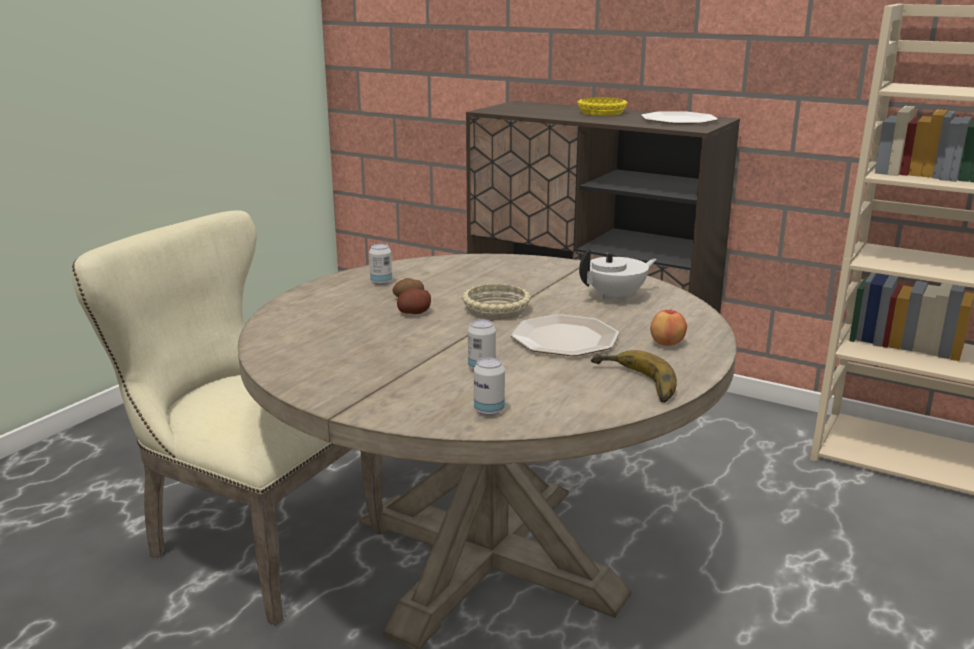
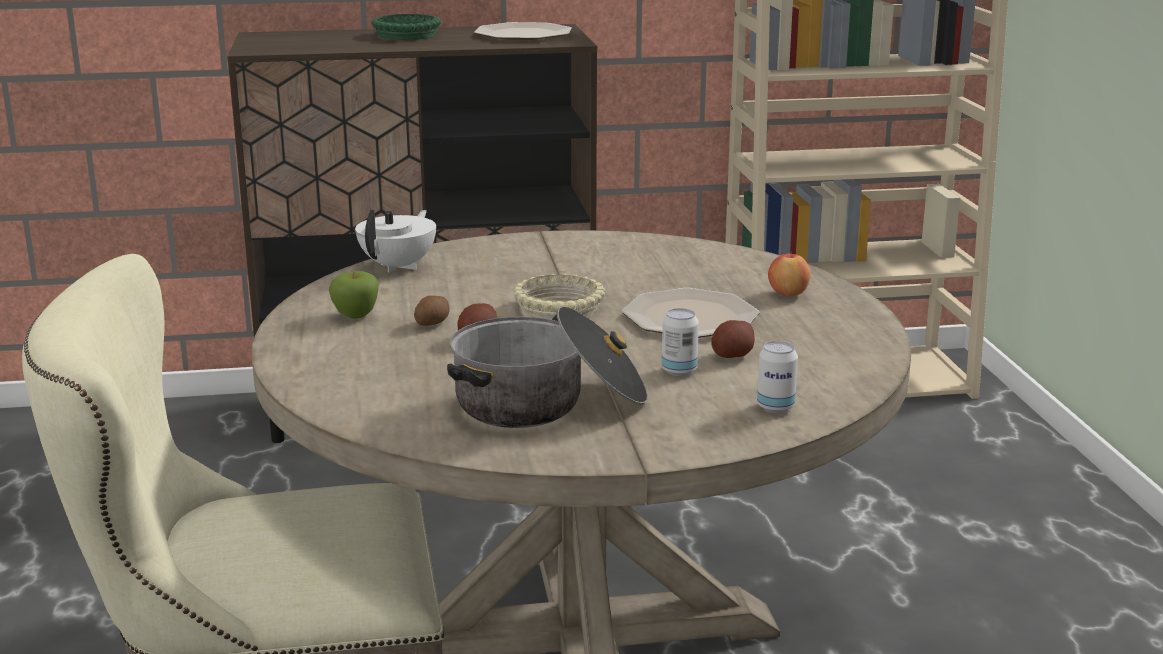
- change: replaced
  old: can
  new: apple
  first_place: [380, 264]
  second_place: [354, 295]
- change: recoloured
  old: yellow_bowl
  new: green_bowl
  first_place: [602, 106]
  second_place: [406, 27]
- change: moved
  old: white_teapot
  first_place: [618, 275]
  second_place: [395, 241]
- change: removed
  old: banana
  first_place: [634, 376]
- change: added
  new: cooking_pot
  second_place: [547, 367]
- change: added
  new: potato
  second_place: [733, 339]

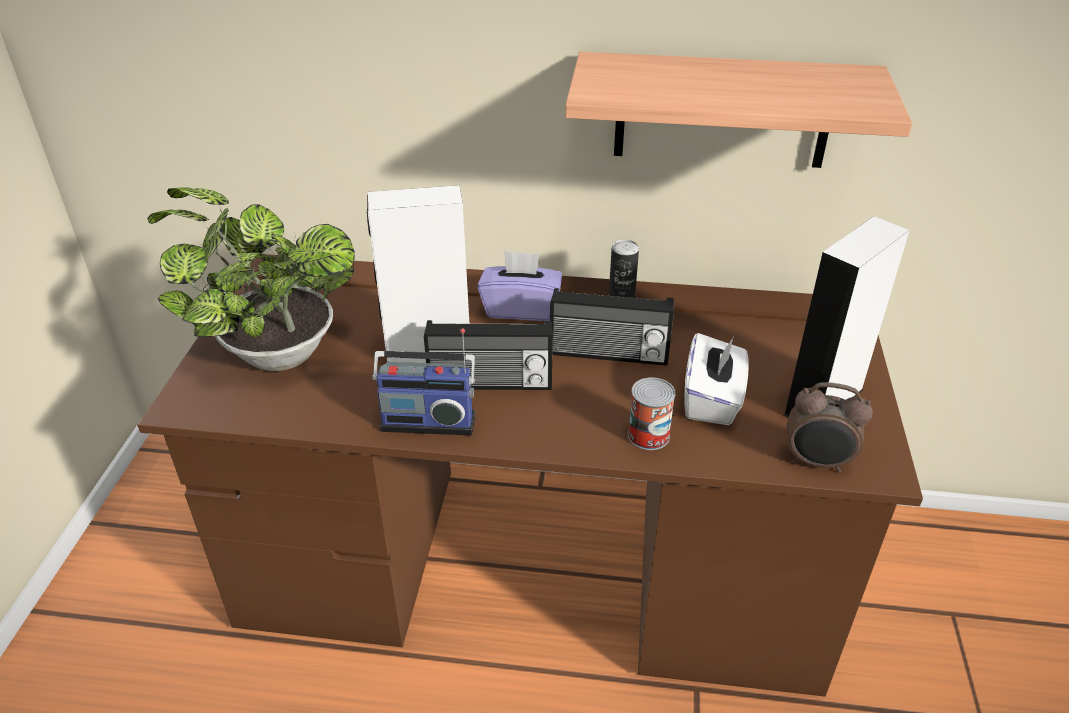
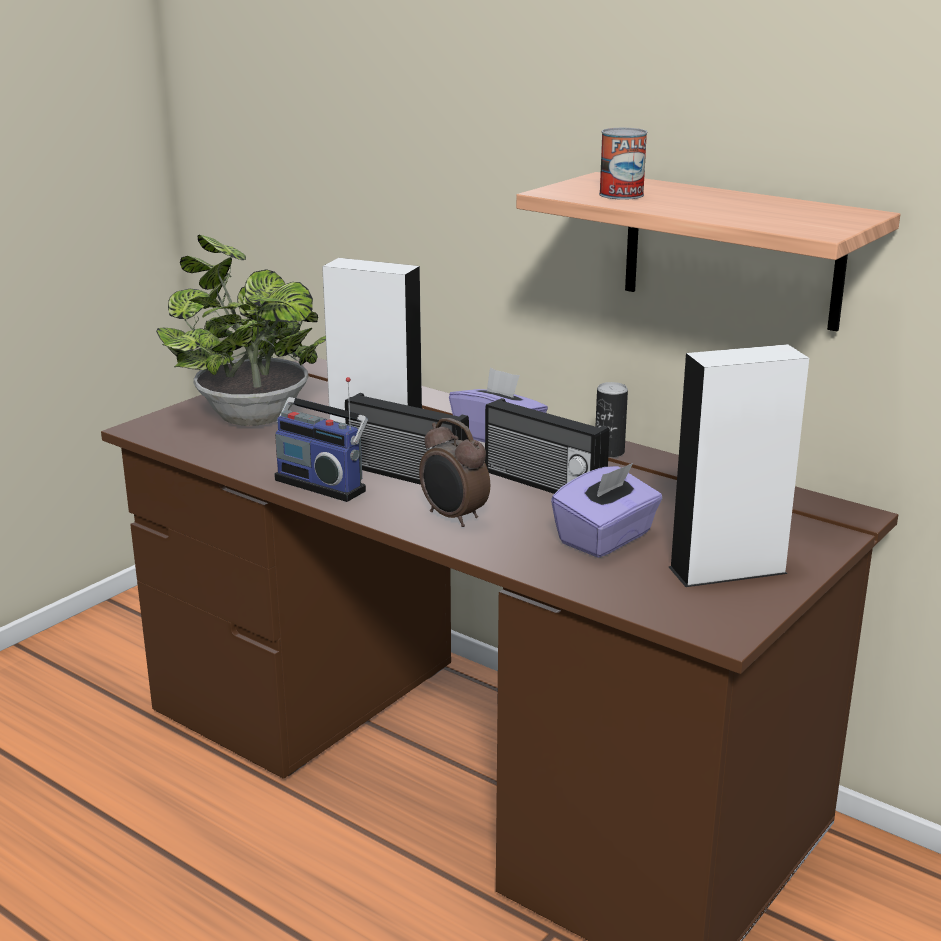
- change: moved
  old: can
  first_place: [652, 413]
  second_place: [623, 164]
- change: recoloured
  old: white_tissue_box
  new: purple_tissue_box
  first_place: [716, 379]
  second_place: [606, 510]
- change: moved
  old: alarm_clock
  first_place: [829, 427]
  second_place: [454, 472]

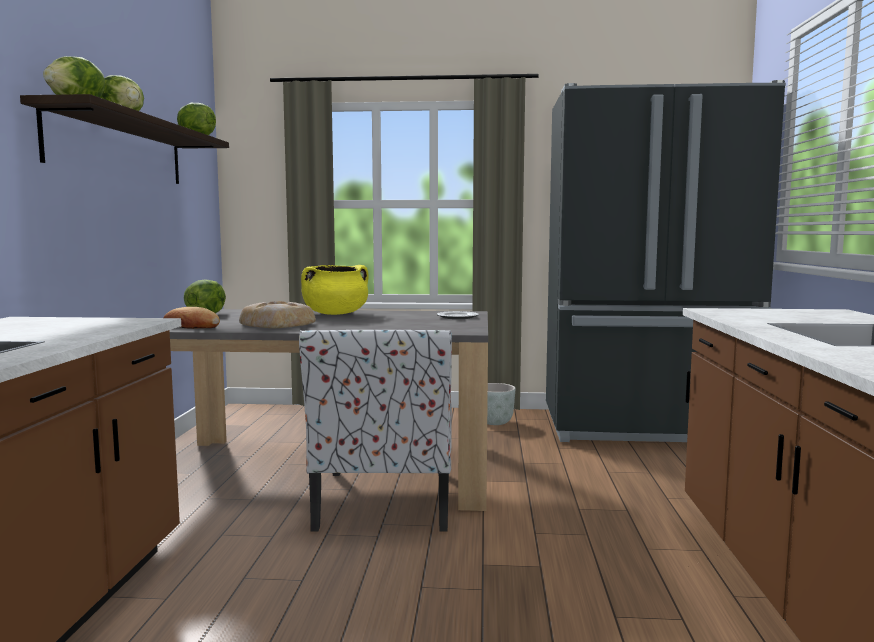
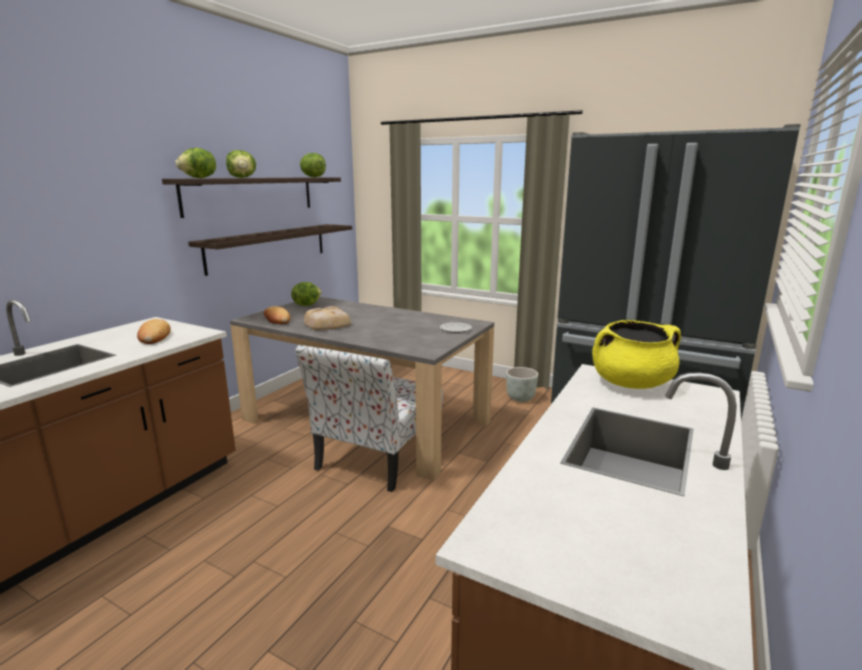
- change: moved
  old: yellow_cooking_pot
  first_place: [335, 290]
  second_place: [636, 354]
- change: added
  new: bread
  second_place: [154, 331]
- change: added
  new: shelf
  second_place: [270, 250]

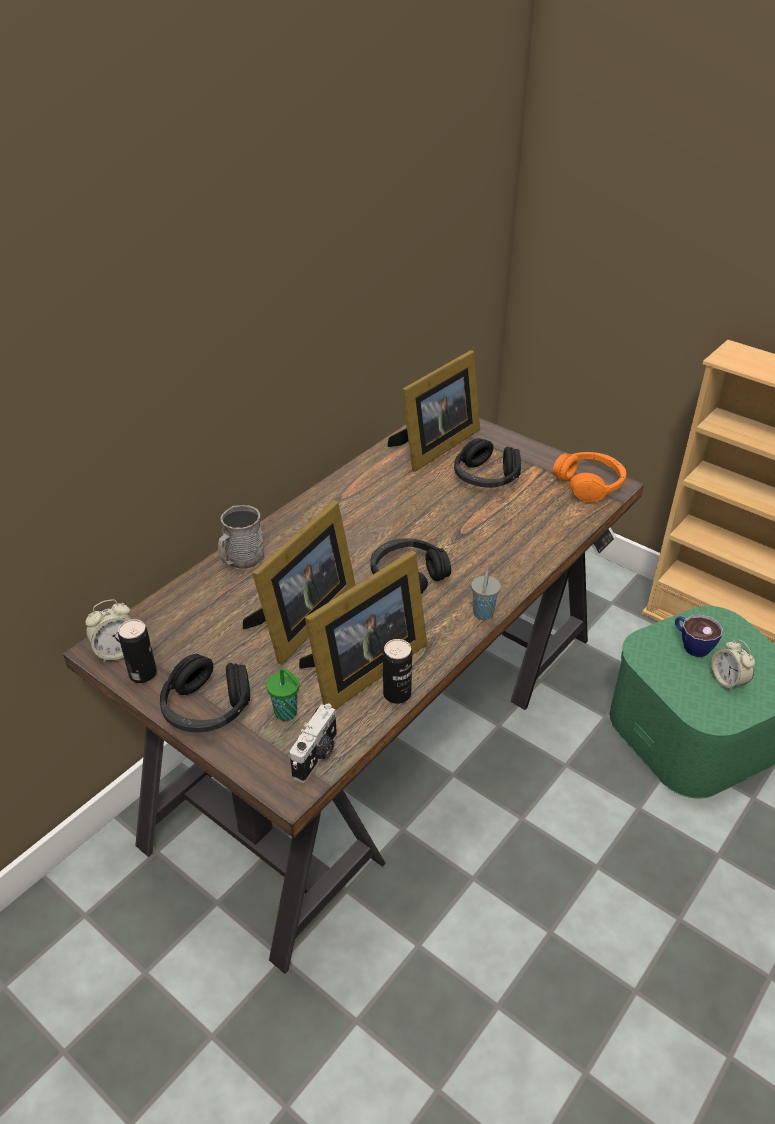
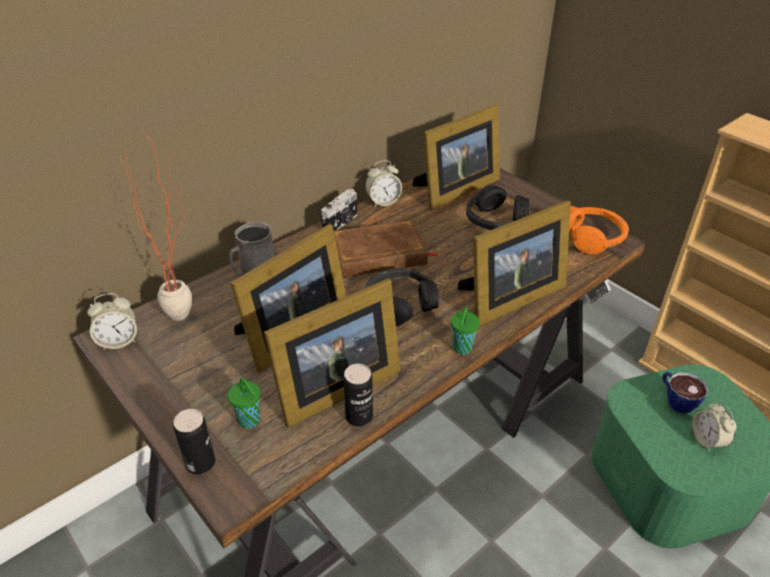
- change: moved
  old: can
  first_place: [137, 651]
  second_place: [194, 441]
- change: removed
  old: black_headphones
  first_place: [205, 693]
- change: moved
  old: photo_camera
  first_place: [313, 743]
  second_place: [339, 210]
- change: recoloured
  old: grey_cup
  new: green_cup
  first_place: [486, 595]
  second_place: [465, 331]
- change: added
  new: potted_plant
  second_place: [156, 227]
- change: added
  new: brown_book
  second_place: [386, 248]
- change: added
  new: alarm_clock
  second_place: [383, 183]
- change: added
  new: picture_frame
  second_place: [514, 263]

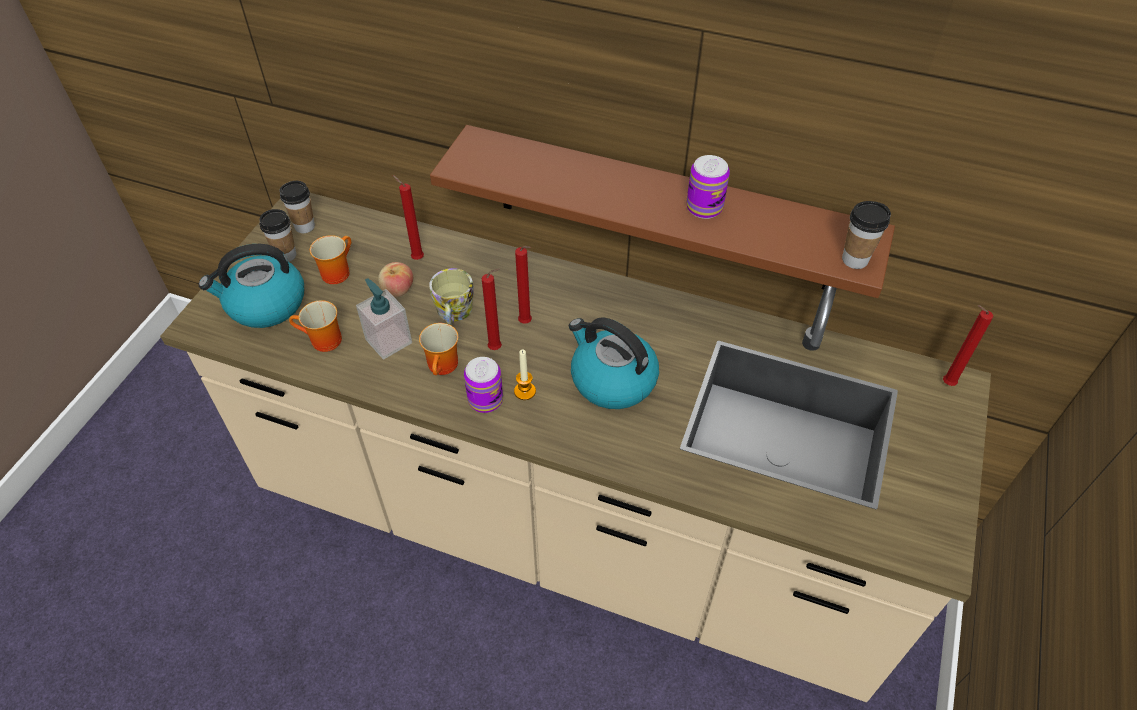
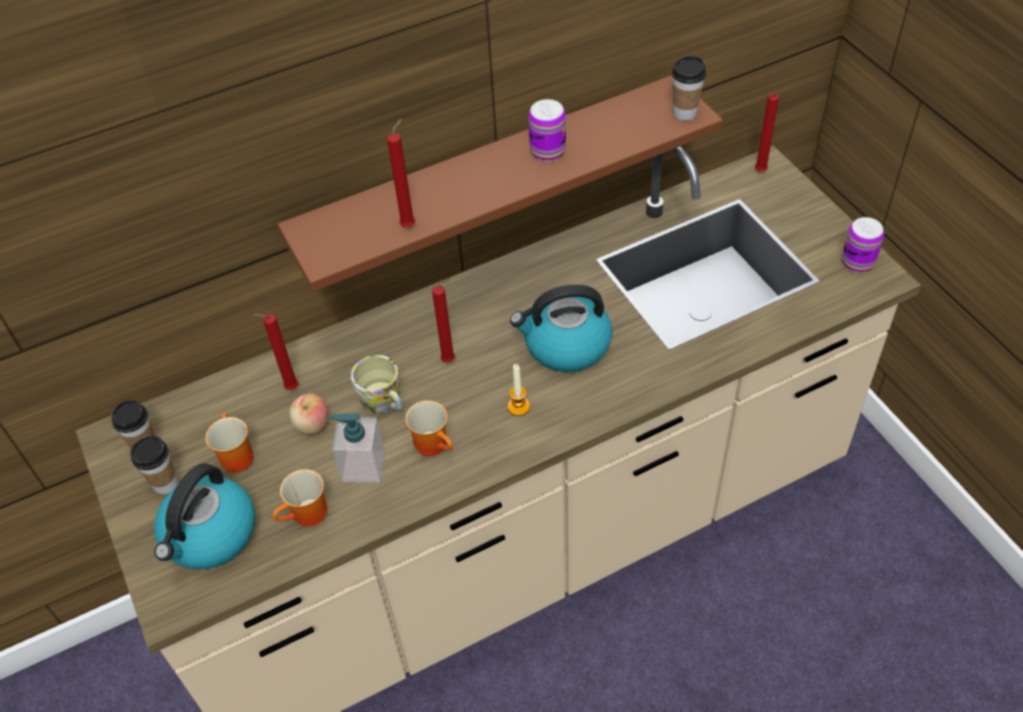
- change: moved
  old: can
  first_place: [483, 385]
  second_place: [863, 244]
- change: moved
  old: red_candle
  first_place: [492, 309]
  second_place: [401, 173]

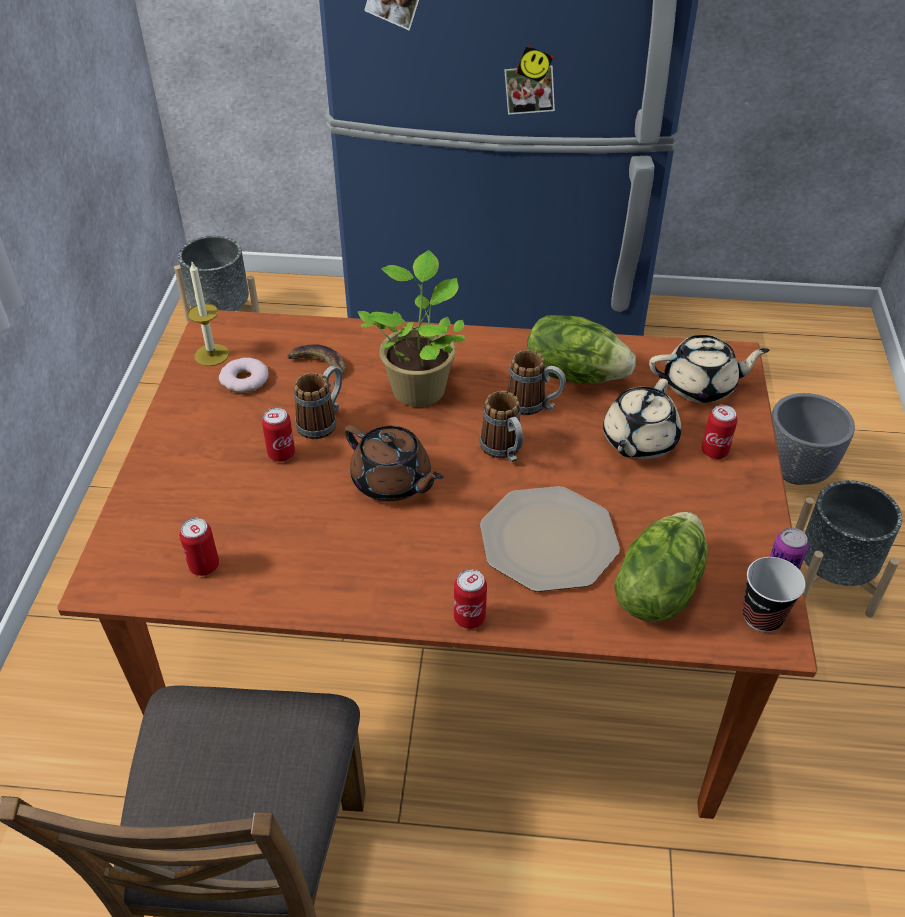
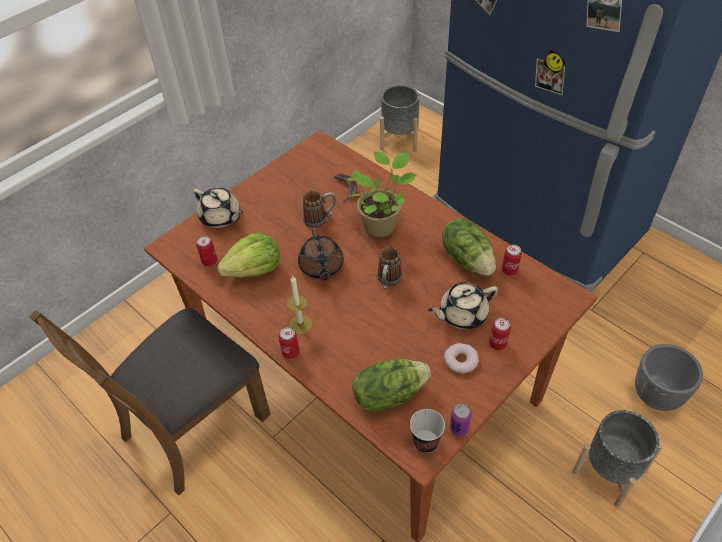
- change: moved
  old: candle
  first_place: [208, 314]
  second_place: [300, 305]
- change: moved
  old: donut
  first_place: [244, 375]
  second_place: [461, 358]
- change: moved
  old: can
  first_place: [278, 434]
  second_place: [512, 260]
- change: removed
  old: plate
  first_place: [550, 539]
- change: removed
  old: mug
  first_place: [536, 382]
- change: moved
  old: beige_teapot
  first_place: [709, 369]
  second_place: [218, 208]
- change: added
  new: lettuce
  second_place: [248, 255]

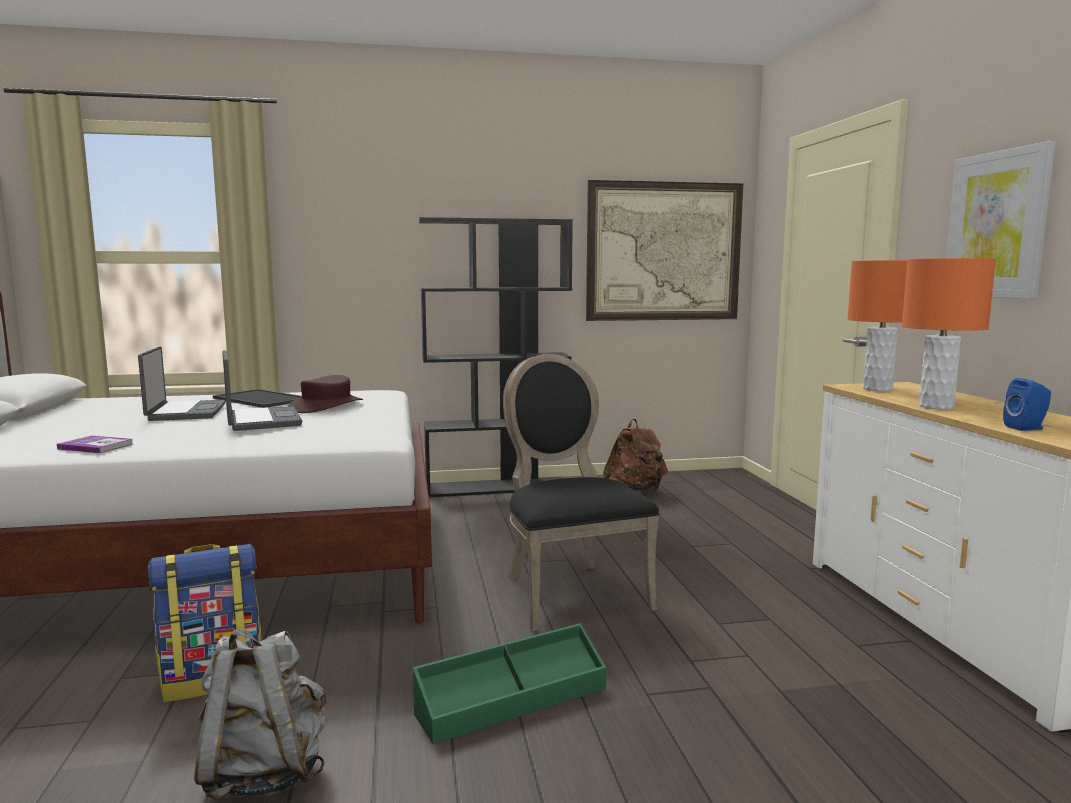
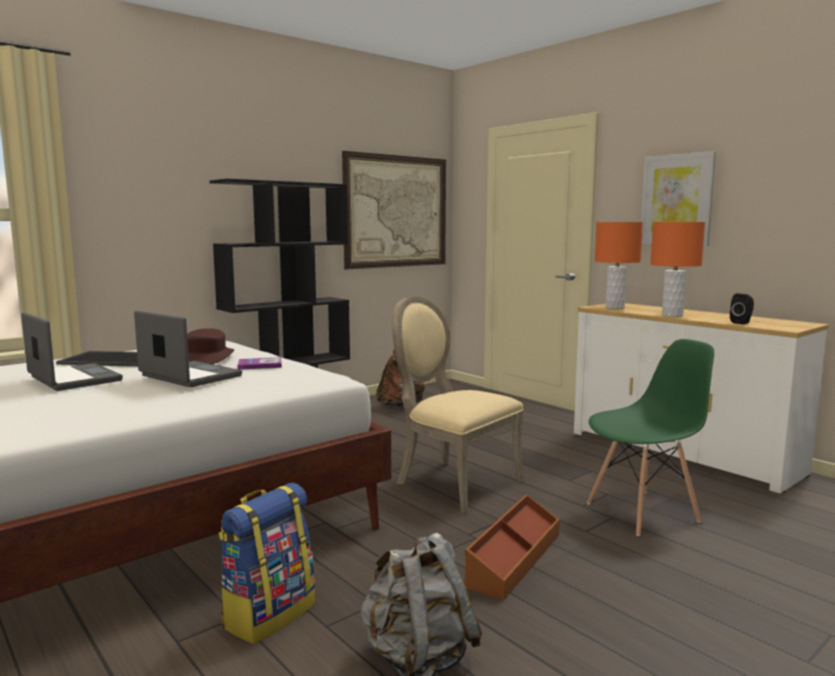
- change: moved
  old: book
  first_place: [95, 444]
  second_place: [260, 363]
- change: recoloured
  old: green_storage_box
  new: brown_storage_box
  first_place: [509, 683]
  second_place: [512, 547]
- change: recoloured
  old: black_chair
  new: beige_chair
  first_place: [581, 492]
  second_place: [458, 405]
- change: recoloured
  old: blue_speaker
  new: black_speaker
  first_place: [1027, 404]
  second_place: [742, 308]
- change: added
  new: green_chair
  second_place: [650, 437]

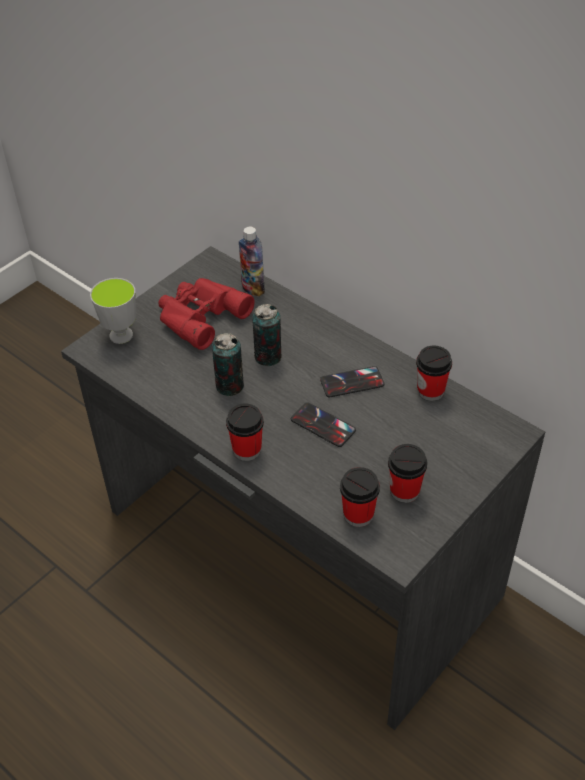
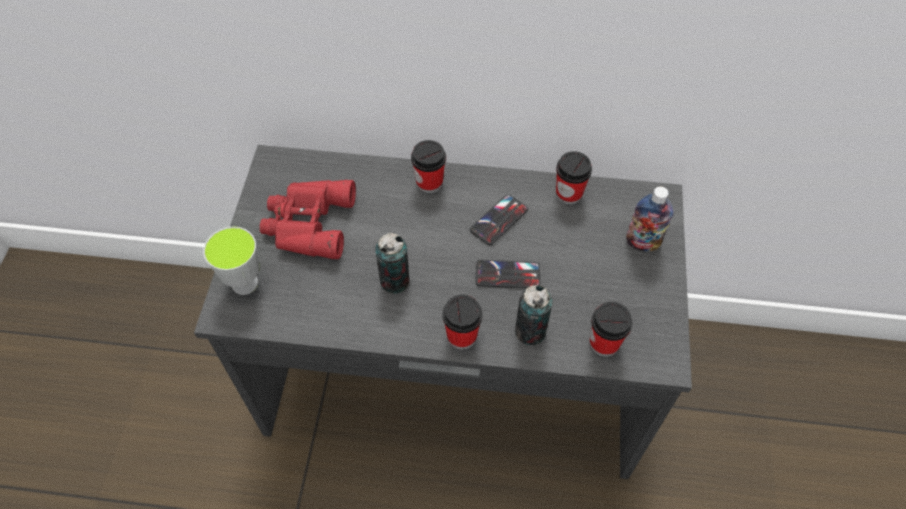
- change: moved
  old: bottle
  first_place: [252, 261]
  second_place: [650, 219]
- change: moved
  old: can
  first_place: [266, 335]
  second_place: [533, 315]
- change: moved
  old: cup
  first_place: [407, 473]
  second_place: [428, 166]

